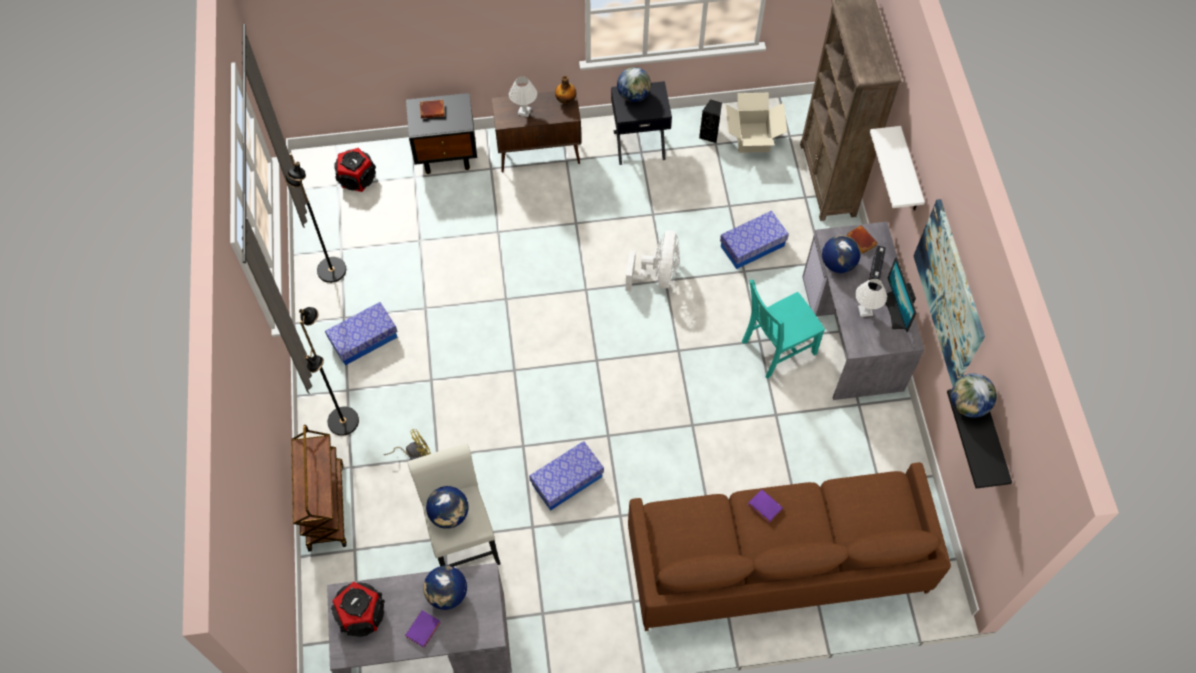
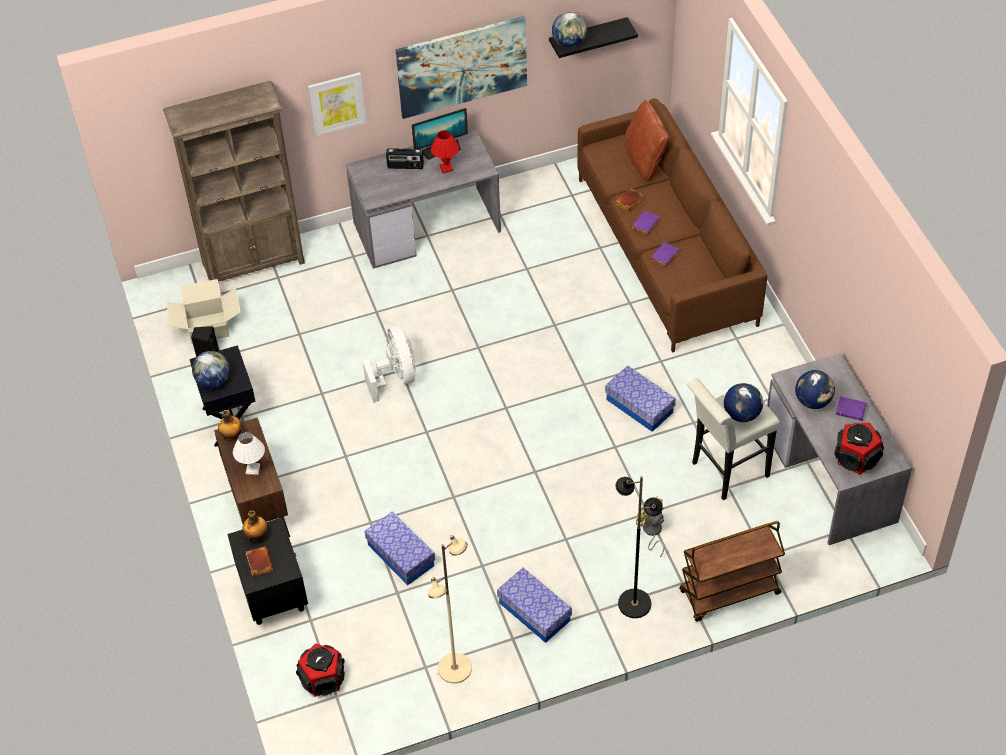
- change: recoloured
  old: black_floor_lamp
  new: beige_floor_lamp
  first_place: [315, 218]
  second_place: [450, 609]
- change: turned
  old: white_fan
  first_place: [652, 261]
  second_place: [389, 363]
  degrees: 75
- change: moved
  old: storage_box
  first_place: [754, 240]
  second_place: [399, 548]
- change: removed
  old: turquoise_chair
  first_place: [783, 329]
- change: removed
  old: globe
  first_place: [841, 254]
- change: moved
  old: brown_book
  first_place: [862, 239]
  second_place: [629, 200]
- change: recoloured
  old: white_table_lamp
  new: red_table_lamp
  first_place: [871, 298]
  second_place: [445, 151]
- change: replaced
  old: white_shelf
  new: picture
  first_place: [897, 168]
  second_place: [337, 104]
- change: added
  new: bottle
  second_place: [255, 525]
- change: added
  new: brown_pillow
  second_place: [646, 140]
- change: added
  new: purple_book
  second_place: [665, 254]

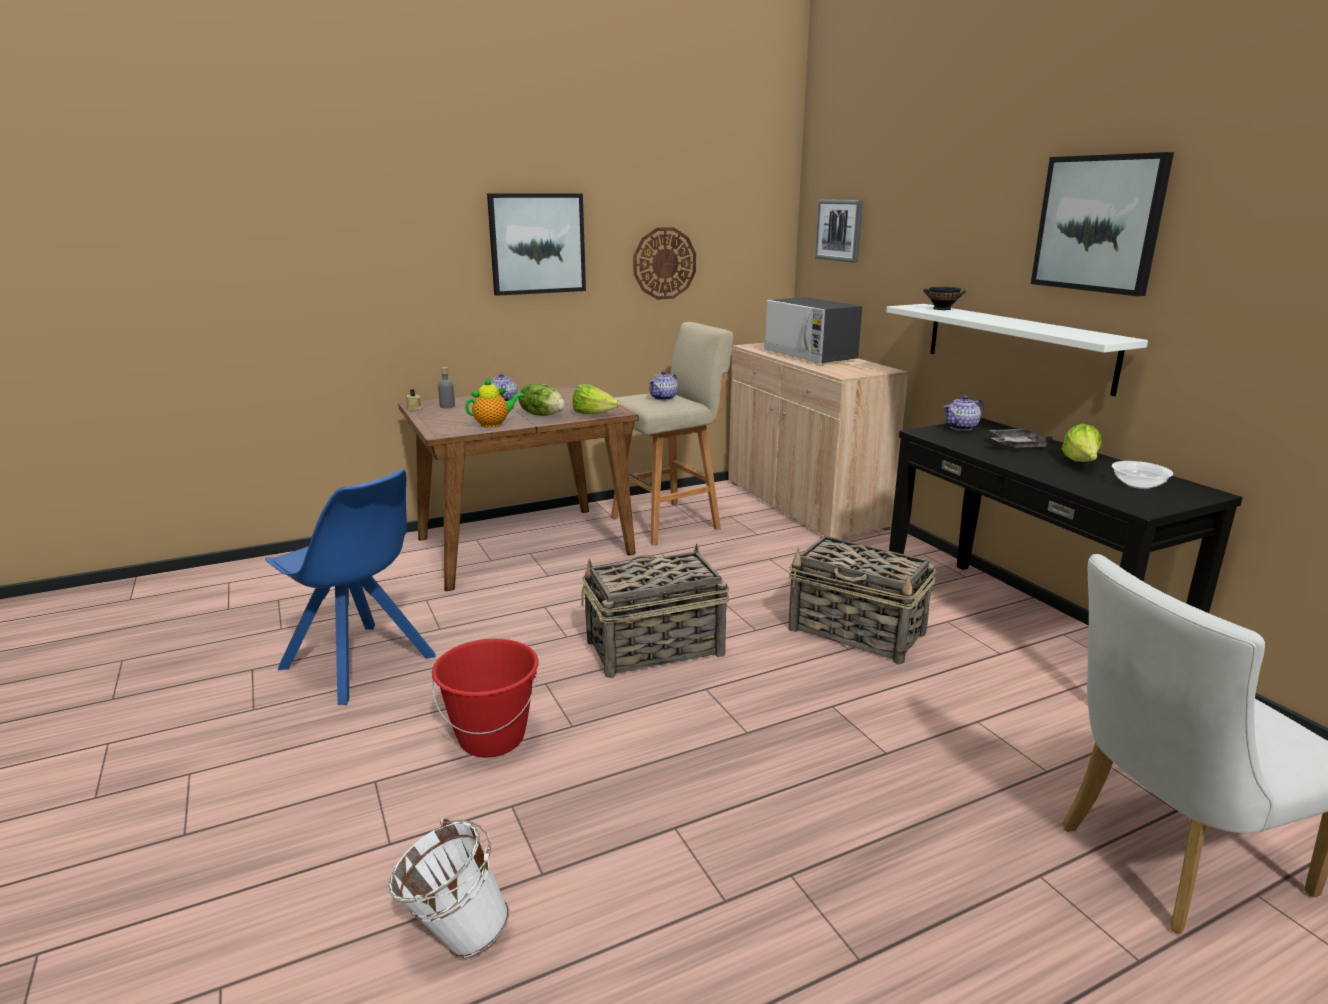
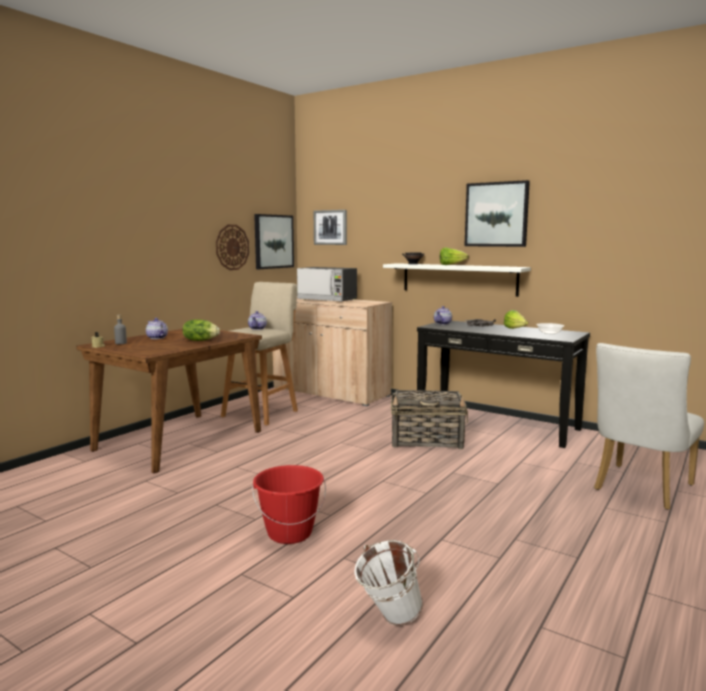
- change: removed
  old: blue_chair
  first_place: [350, 587]
- change: removed
  old: teapot
  first_place: [494, 402]
- change: moved
  old: picture
  first_place: [536, 244]
  second_place: [274, 241]
- change: moved
  old: lettuce
  first_place: [596, 399]
  second_place: [454, 256]
- change: removed
  old: basket
  first_place: [655, 611]

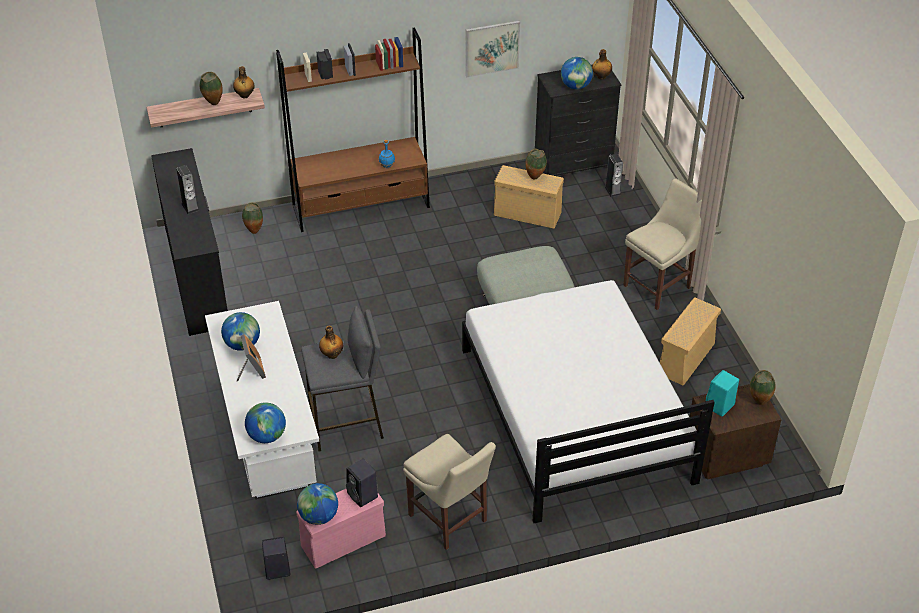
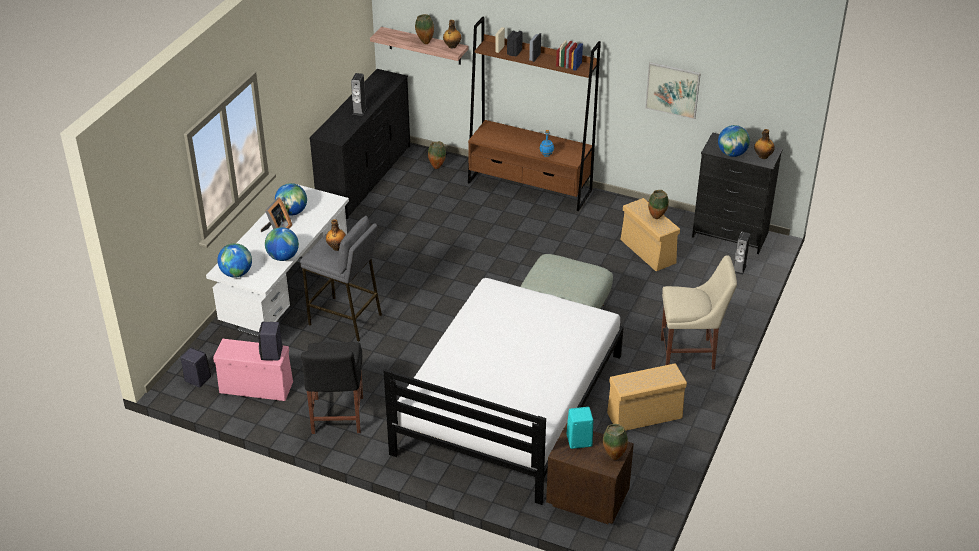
- change: moved
  old: globe
  first_place: [317, 504]
  second_place: [282, 244]
- change: recoloured
  old: beige_chair
  new: black_chair
  first_place: [449, 492]
  second_place: [332, 388]

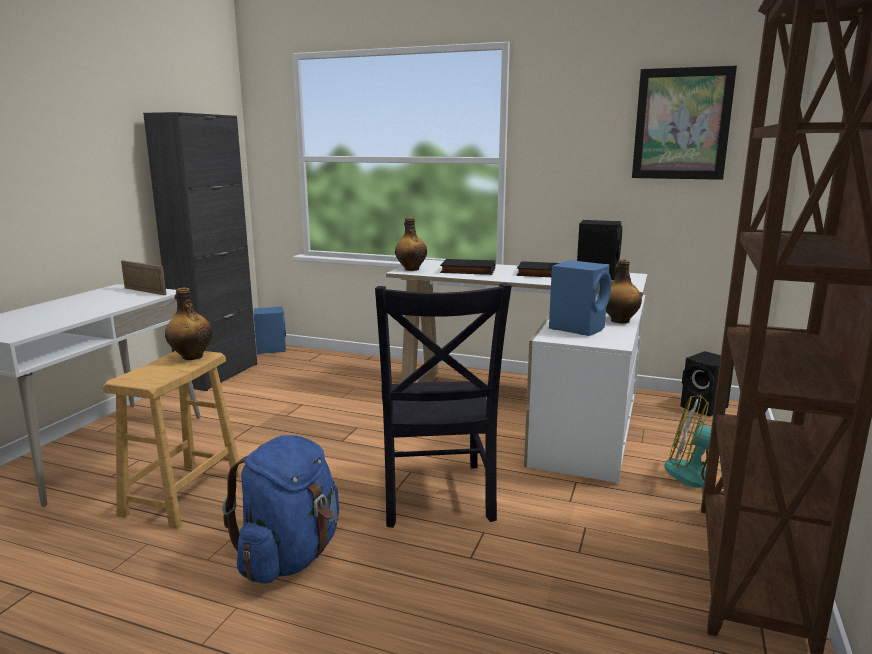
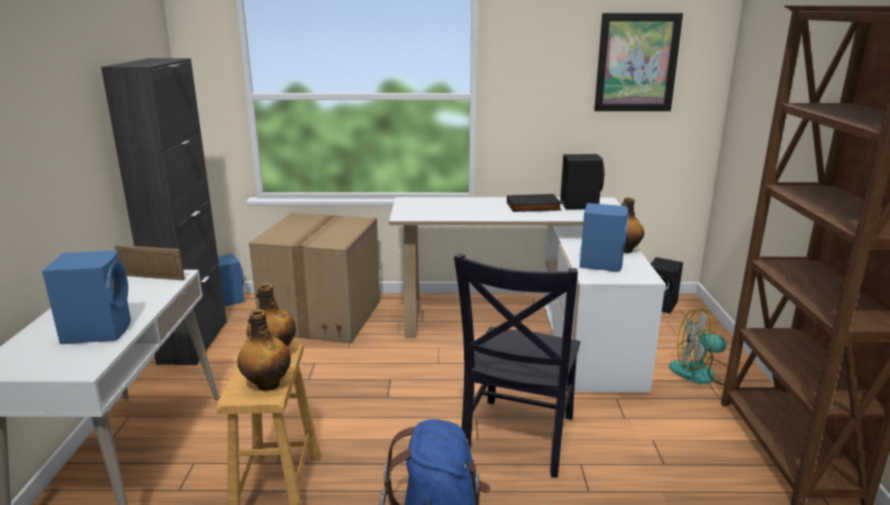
- change: turned
  old: black_chair
  first_place: [443, 405]
  second_place: [517, 366]
  degrees: 45
- change: moved
  old: bottle
  first_place: [411, 244]
  second_place: [264, 350]
- change: removed
  old: black_book
  first_place: [467, 267]
- change: added
  new: blue_speaker
  second_place: [86, 297]
- change: added
  new: cardboard_box
  second_place: [314, 278]

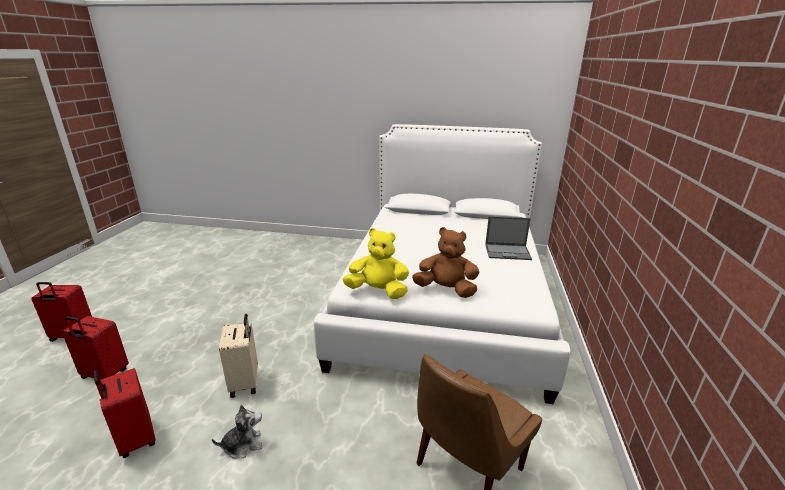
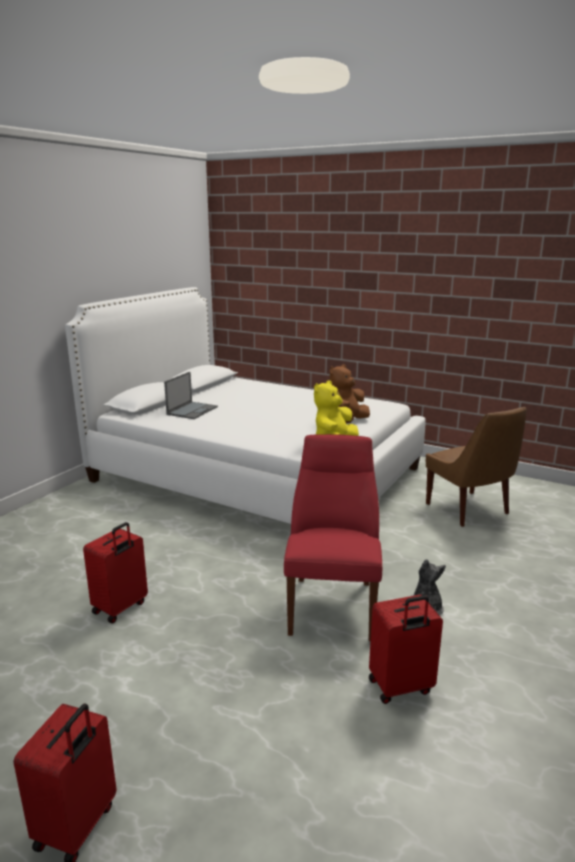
- change: moved
  old: red_suitcase
  first_place: [95, 348]
  second_place: [115, 572]
- change: replaced
  old: beige_suitcase
  new: red_chair
  first_place: [238, 356]
  second_place: [333, 537]
- change: moved
  old: laptop
  first_place: [508, 238]
  second_place: [191, 395]

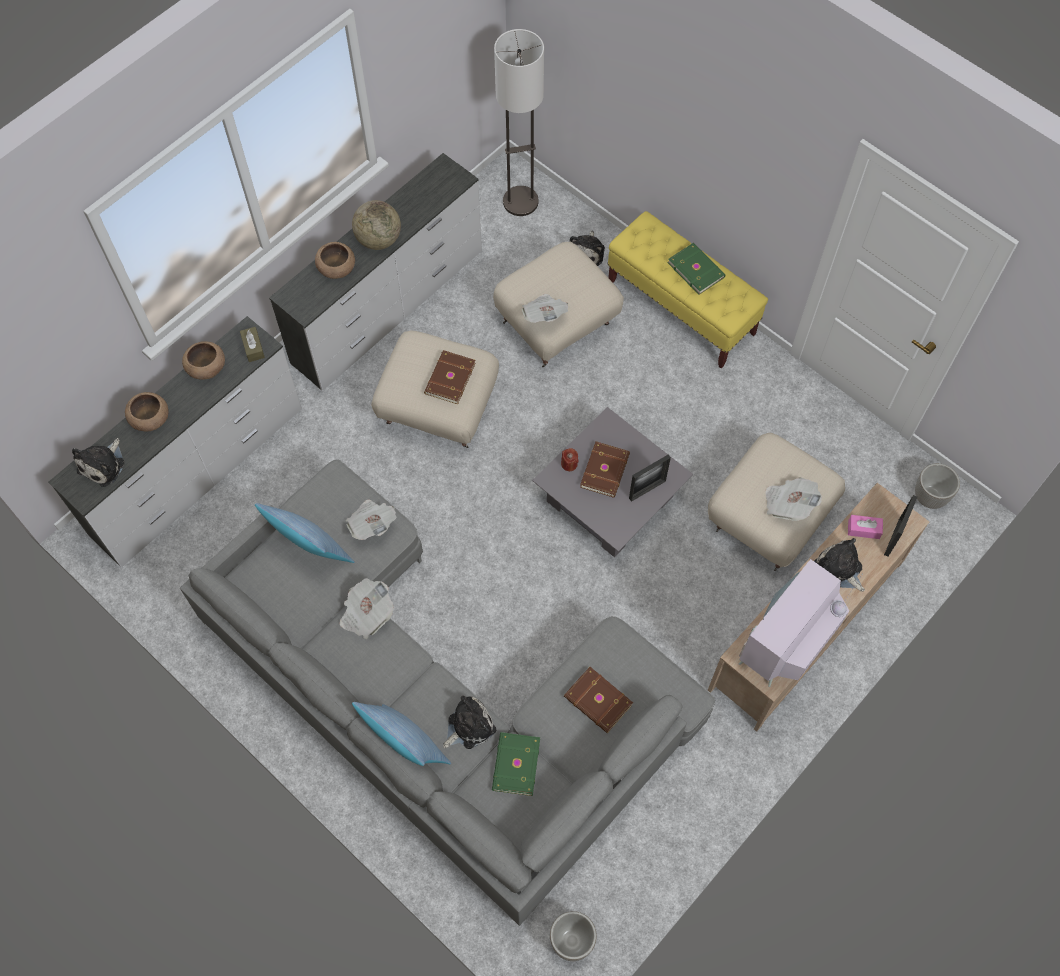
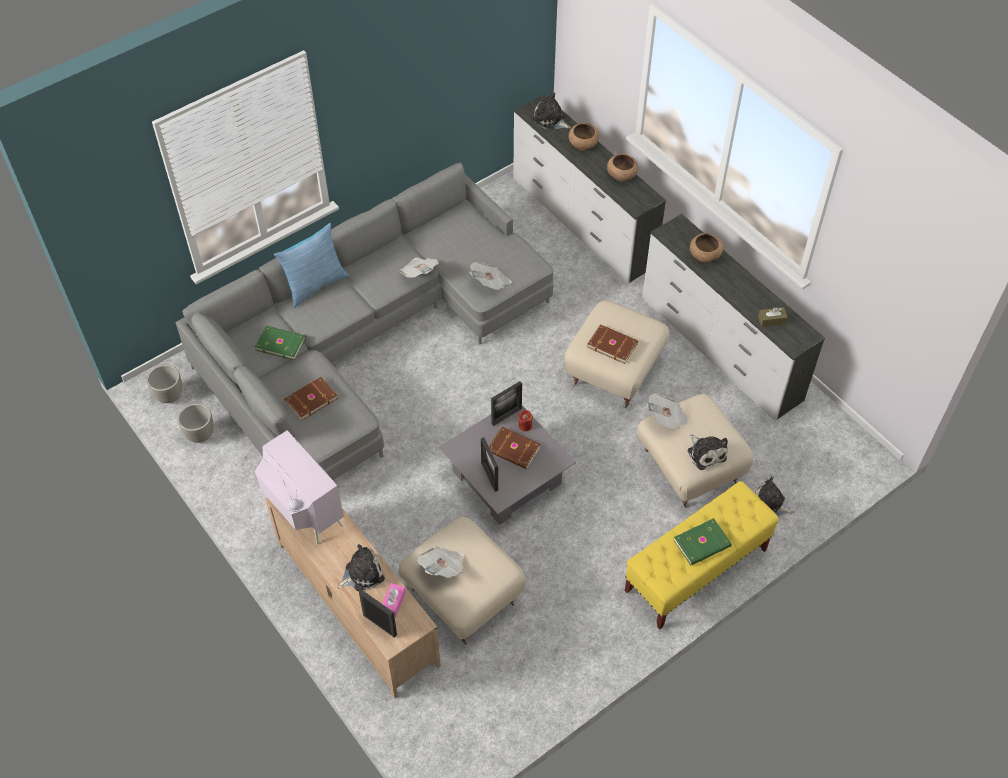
- change: moved
  old: brown_tissue_box
  first_place: [252, 344]
  second_place: [773, 317]
- change: removed
  old: pillow
  first_place: [305, 533]
- change: removed
  old: globe
  first_place: [376, 225]
- change: moved
  old: plush_toy
  first_place: [469, 722]
  second_place: [708, 452]
- change: removed
  old: floor_lamp
  first_place: [519, 122]
- change: moved
  old: planter
  first_place: [937, 486]
  second_place: [196, 423]
- change: added
  new: picture_frame
  second_place: [506, 403]

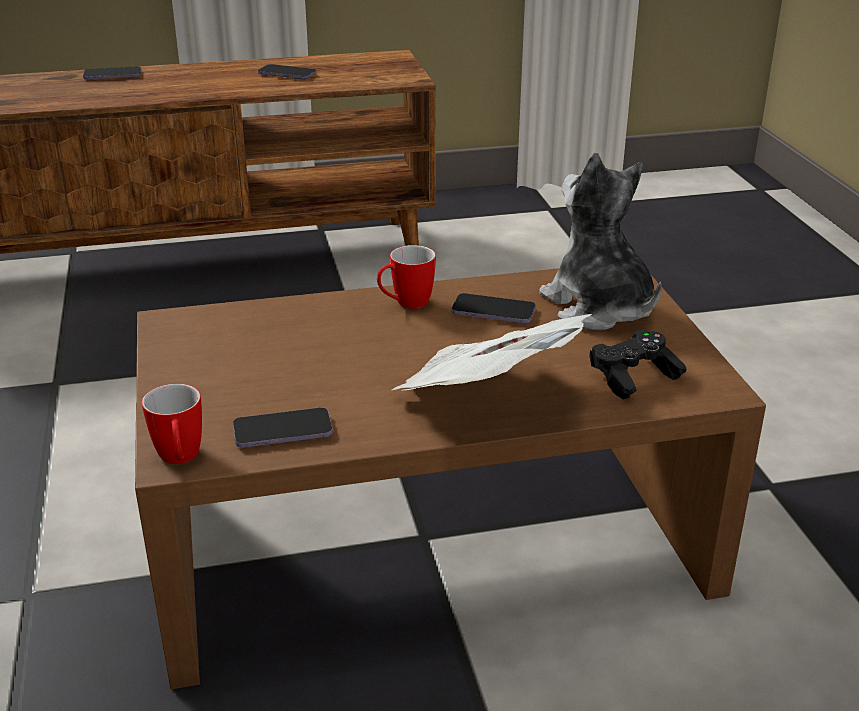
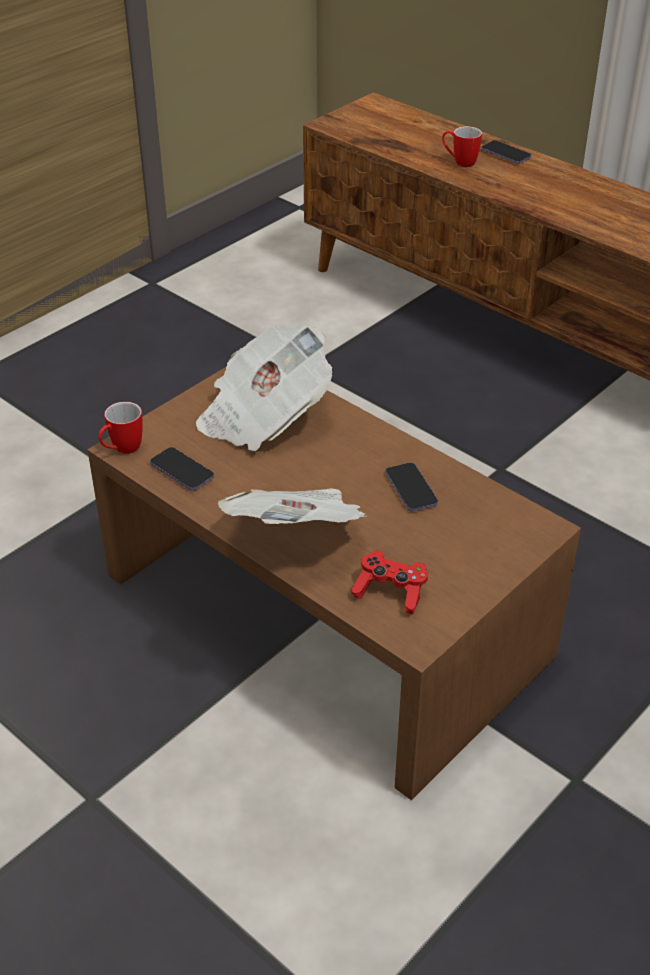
- change: removed
  old: phone
  first_place: [287, 72]
- change: moved
  old: mug
  first_place: [406, 277]
  second_place: [462, 146]
- change: removed
  old: plush_toy
  first_place: [600, 241]
- change: recoloured
  old: black_game_controller
  new: red_game_controller
  first_place: [638, 364]
  second_place: [389, 582]
- change: added
  new: newspaper
  second_place: [264, 388]

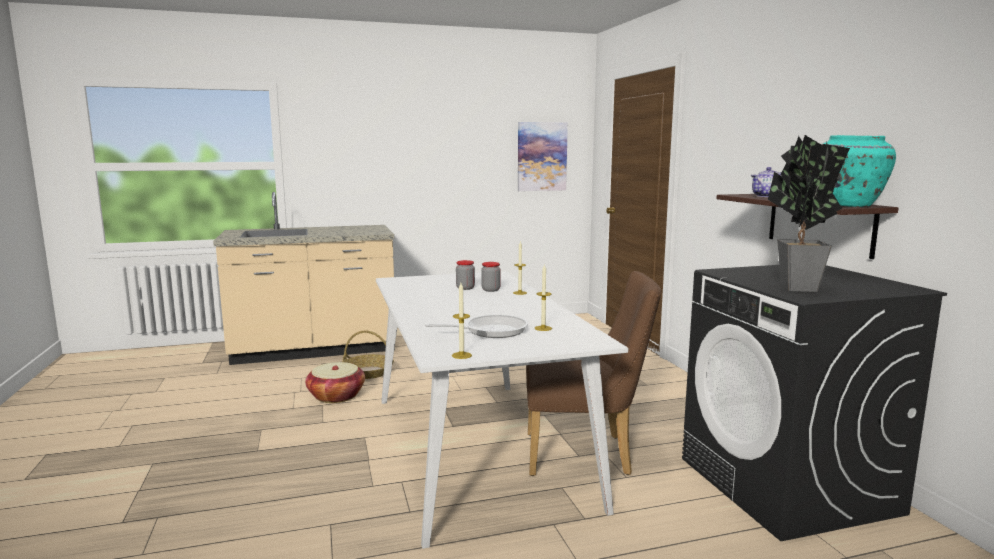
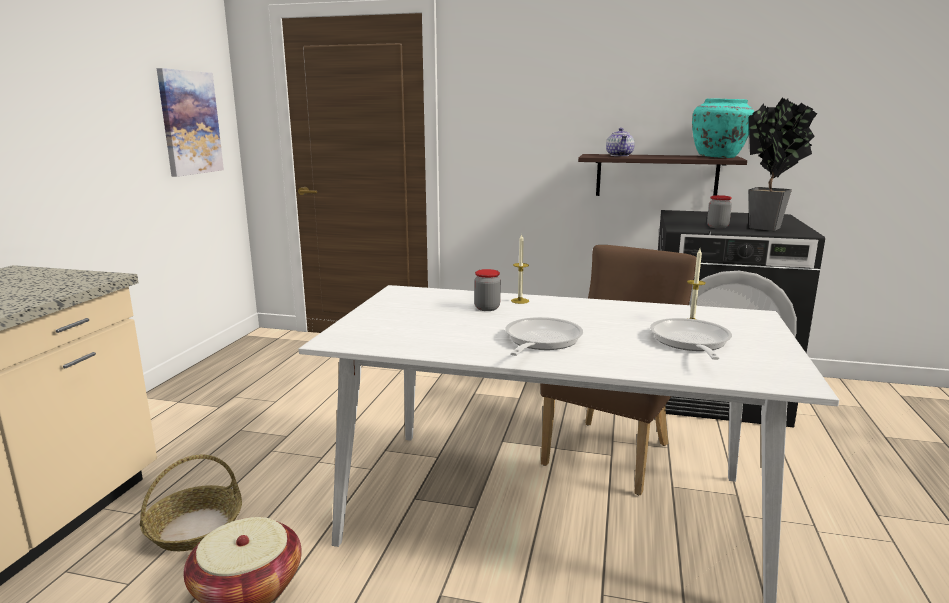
- change: removed
  old: candle
  first_place: [462, 321]
- change: moved
  old: jar
  first_place: [465, 275]
  second_place: [719, 211]
- change: added
  new: frying_pan
  second_place: [544, 336]

